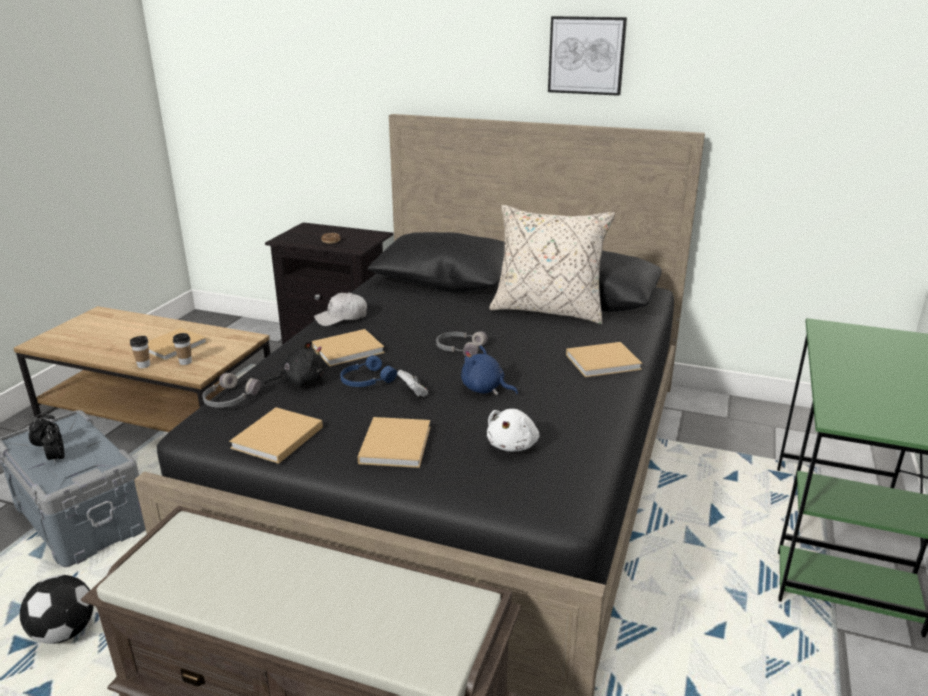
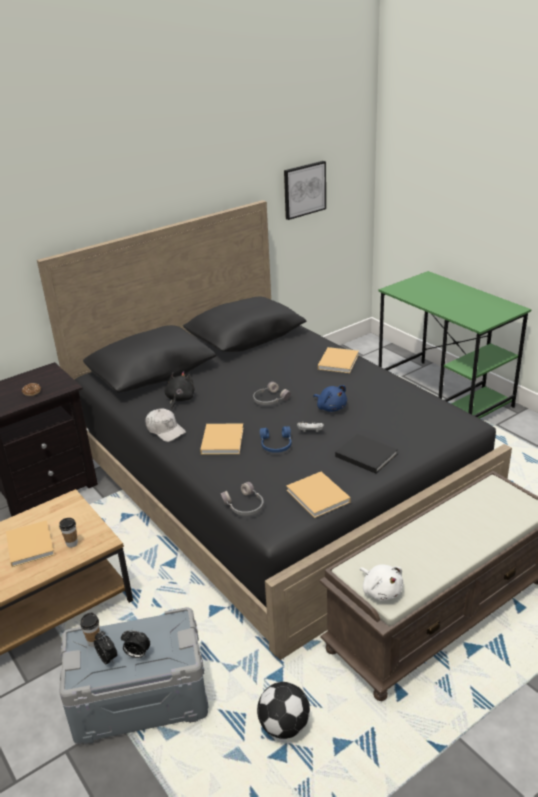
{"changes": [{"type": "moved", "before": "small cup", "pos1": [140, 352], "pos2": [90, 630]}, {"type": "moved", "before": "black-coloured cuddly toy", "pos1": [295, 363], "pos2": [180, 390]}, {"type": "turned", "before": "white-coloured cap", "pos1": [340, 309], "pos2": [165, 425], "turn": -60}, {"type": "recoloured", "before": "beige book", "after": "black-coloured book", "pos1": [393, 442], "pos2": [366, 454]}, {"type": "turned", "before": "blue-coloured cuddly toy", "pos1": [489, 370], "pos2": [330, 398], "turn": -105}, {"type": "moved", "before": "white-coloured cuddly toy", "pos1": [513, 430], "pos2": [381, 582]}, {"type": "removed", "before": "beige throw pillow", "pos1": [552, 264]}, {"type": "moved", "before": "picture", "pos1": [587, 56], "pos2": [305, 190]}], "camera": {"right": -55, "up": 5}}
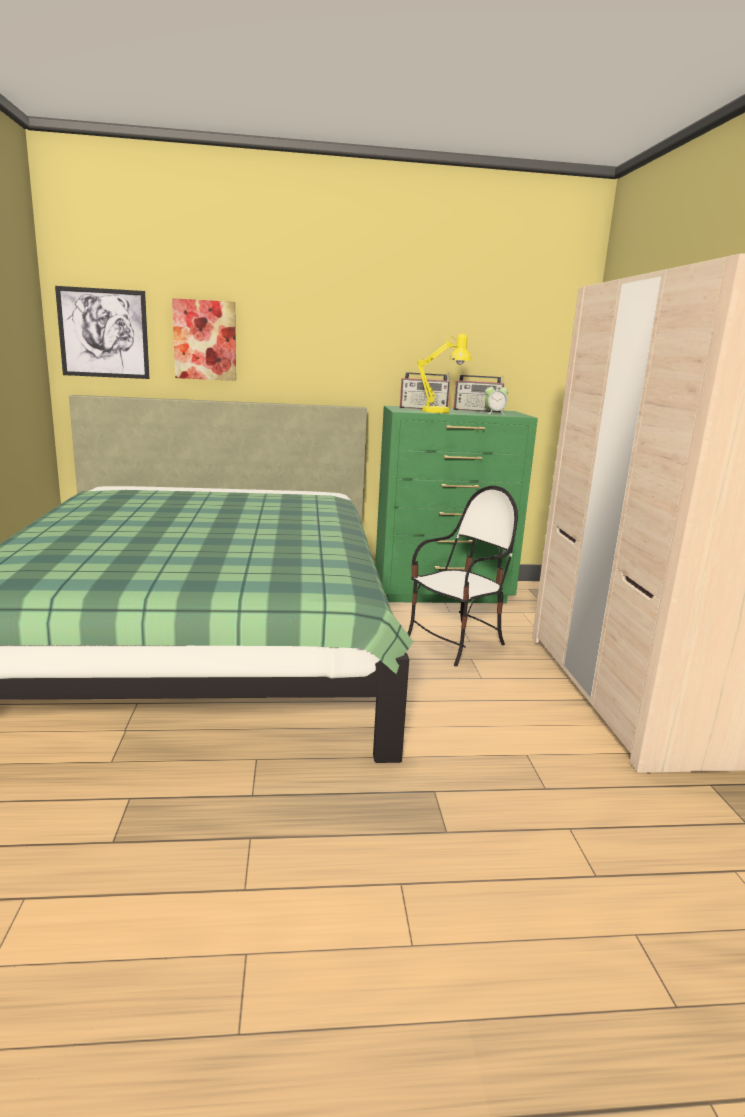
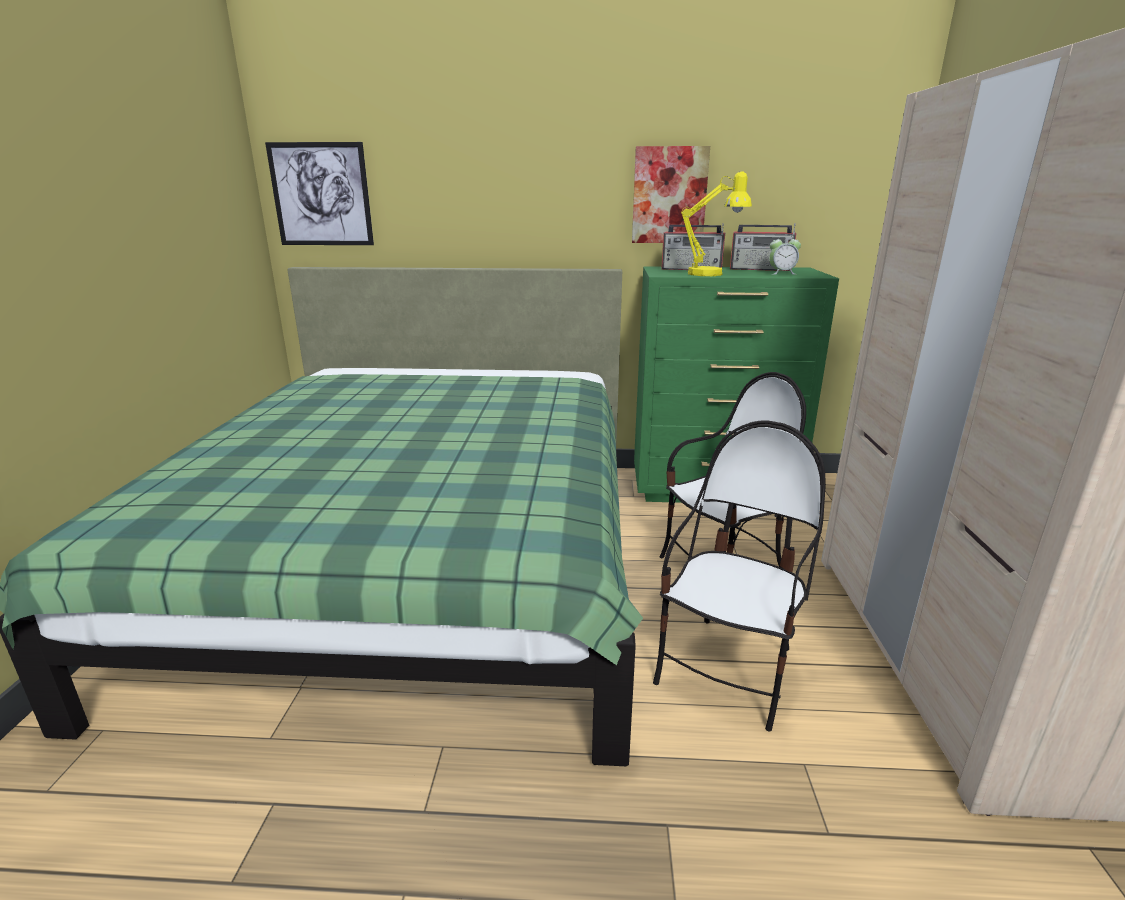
{"changes": [{"type": "moved", "before": "picture", "pos1": [204, 339], "pos2": [671, 194]}, {"type": "added", "after": "plain chair", "pos2": [739, 576]}], "camera": {"right": 10, "up": 5}}
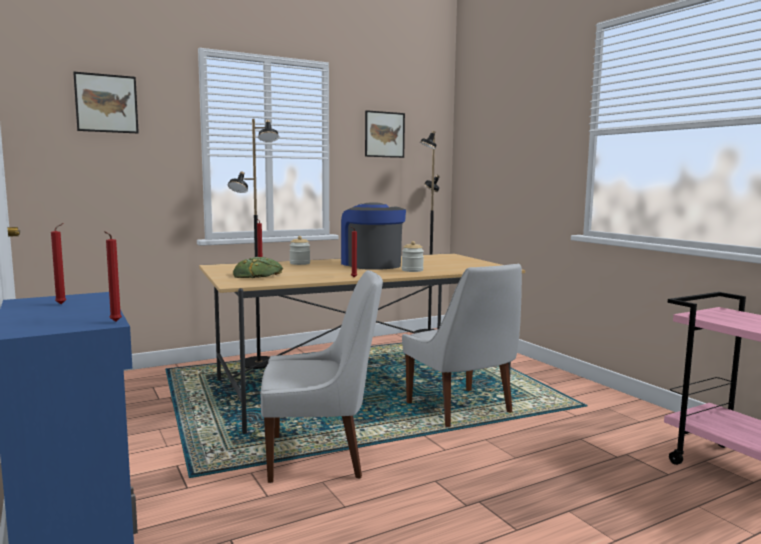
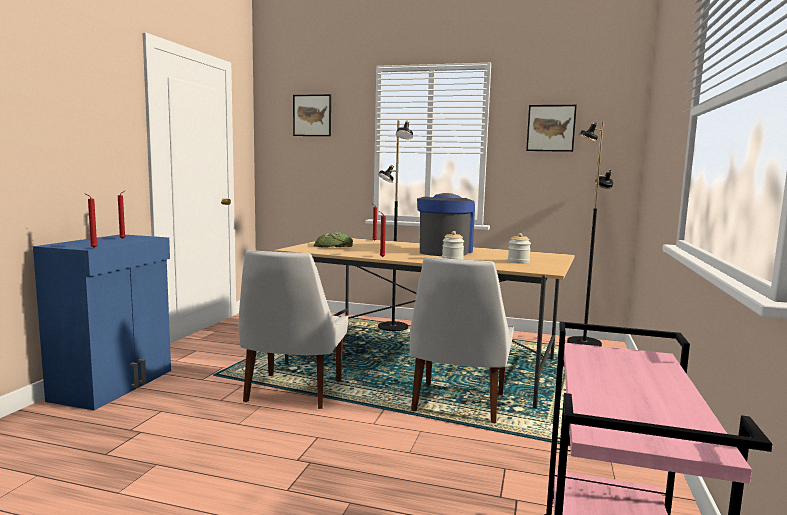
{"changes": [{"type": "turned", "before": "white-coloured plain chair", "pos1": [321, 376], "pos2": [293, 329], "turn": 60}, {"type": "moved", "before": "preserve jar", "pos1": [299, 250], "pos2": [519, 248]}], "camera": {"right": 45, "up": 0}}
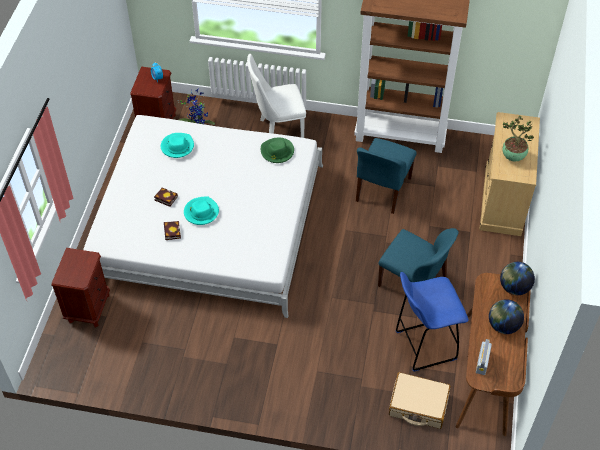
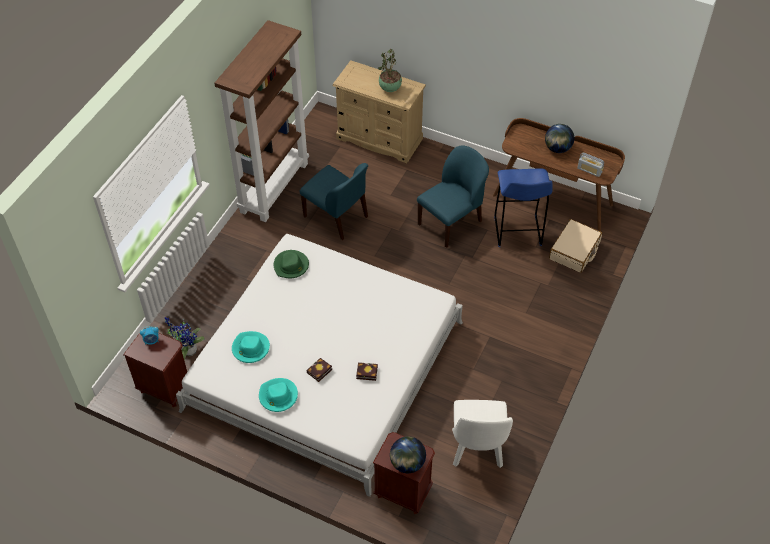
{"changes": [{"type": "moved", "before": "turquoise hat", "pos1": [201, 210], "pos2": [278, 395]}, {"type": "moved", "before": "white-coloured plain chair", "pos1": [276, 96], "pos2": [482, 434]}, {"type": "moved", "before": "world globe", "pos1": [517, 278], "pos2": [408, 454]}], "camera": {"right": -75, "up": 0}}
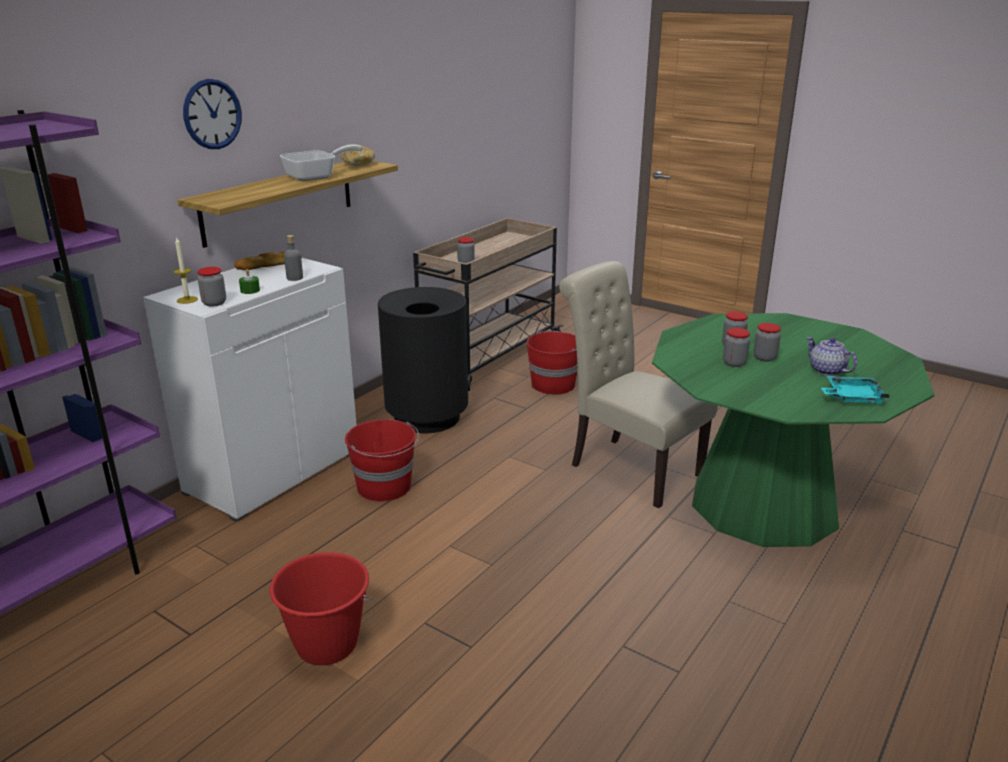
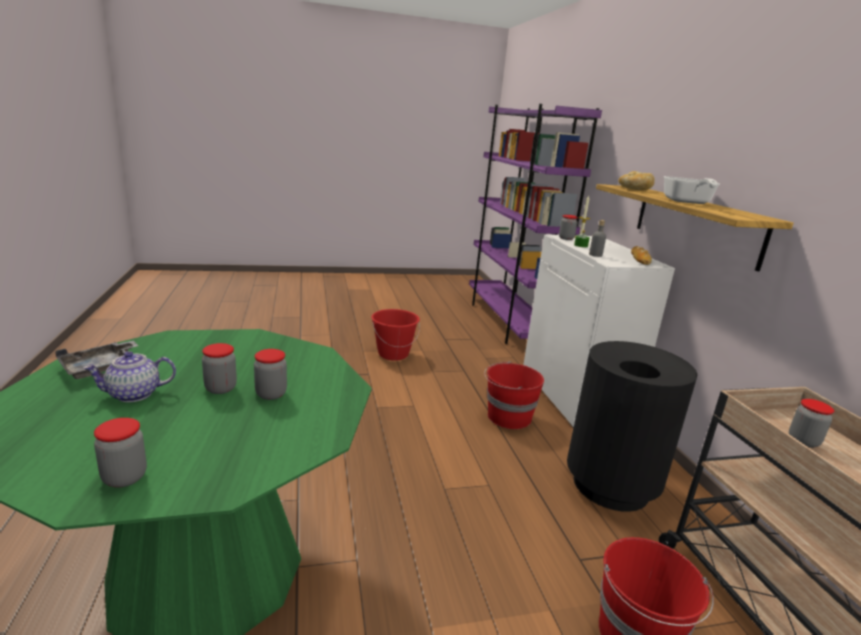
{"changes": [{"type": "removed", "before": "clock on the wall", "pos1": [212, 114]}, {"type": "moved", "before": "bakery bread", "pos1": [357, 155], "pos2": [636, 180]}, {"type": "removed", "before": "beige plain chair", "pos1": [638, 384]}, {"type": "moved", "before": "preserve jar", "pos1": [736, 347], "pos2": [120, 453]}, {"type": "turned", "before": "tea pot", "pos1": [832, 356], "pos2": [129, 376], "turn": 150}, {"type": "recoloured", "before": "turquoise tray", "after": "gray tray", "pos1": [855, 389], "pos2": [97, 360]}], "camera": {"right": 130, "up": -5}}
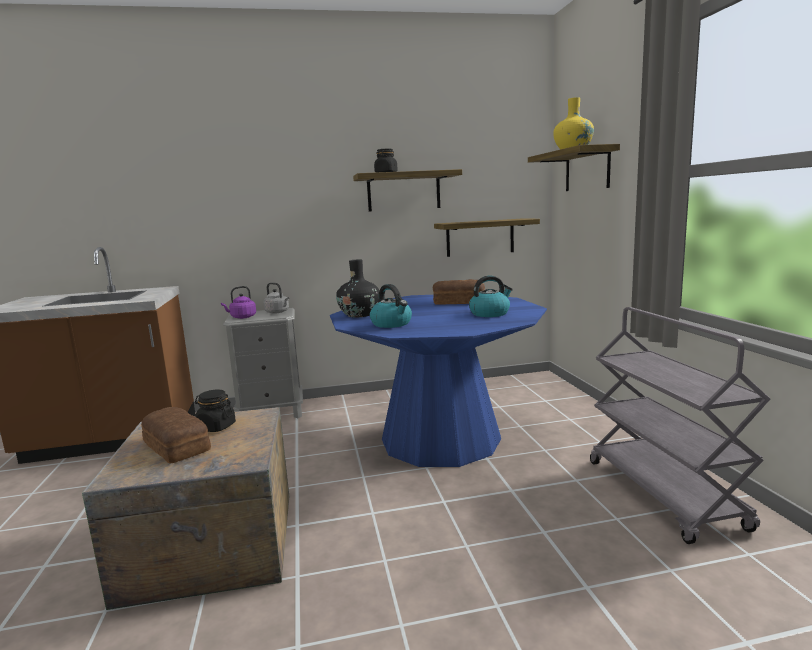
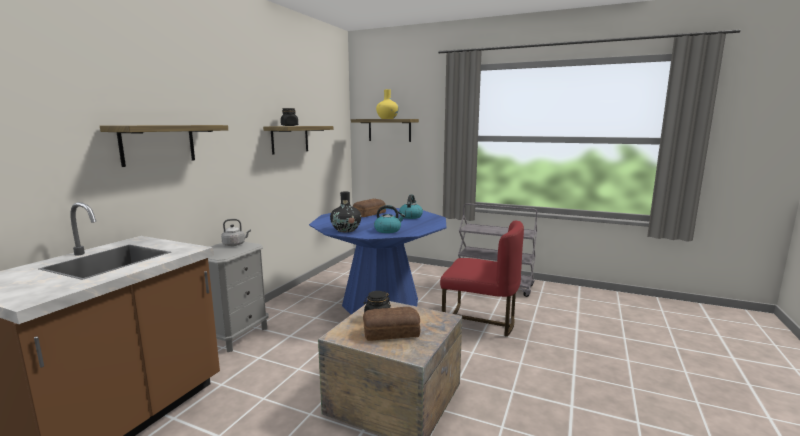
{"changes": [{"type": "removed", "before": "purple-coloured tea kettle", "pos1": [238, 302]}, {"type": "moved", "before": "wall shelf", "pos1": [487, 237], "pos2": [164, 146]}, {"type": "added", "after": "red-coloured plain chair", "pos2": [482, 279]}], "camera": {"right": -55, "up": 0}}
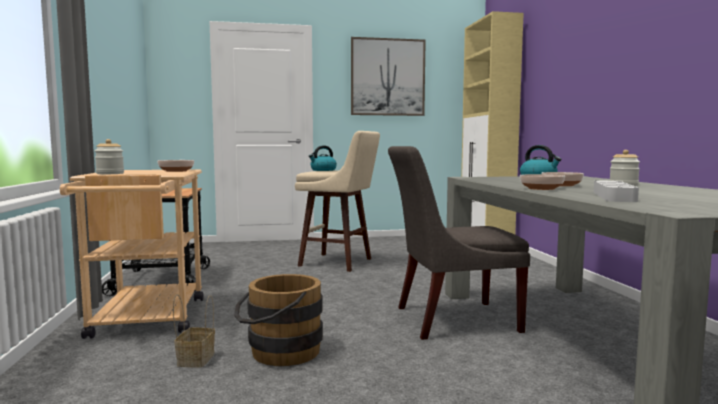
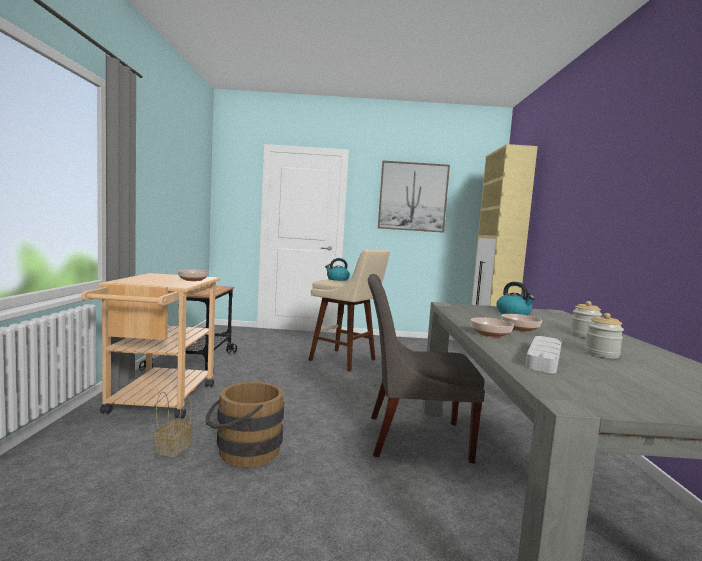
{"changes": [{"type": "moved", "before": "preserve jar", "pos1": [109, 156], "pos2": [604, 336]}], "camera": {"right": 10, "up": 0}}
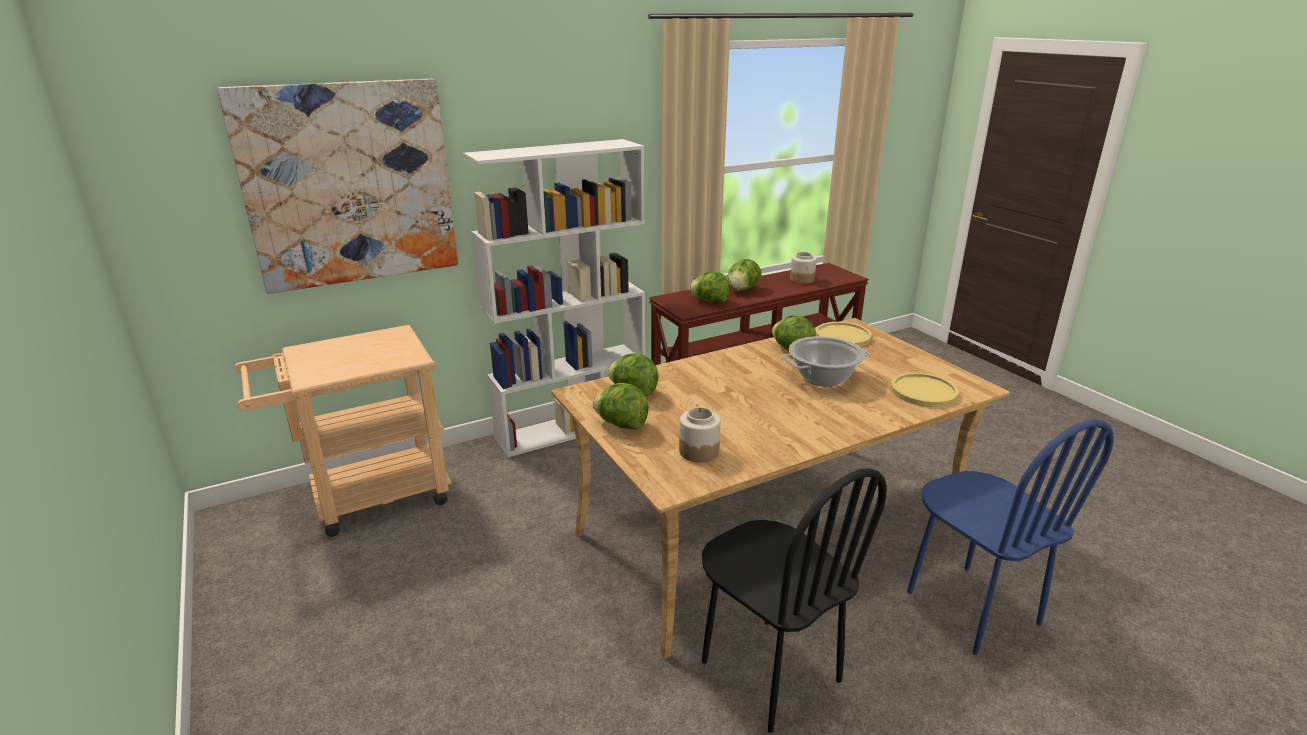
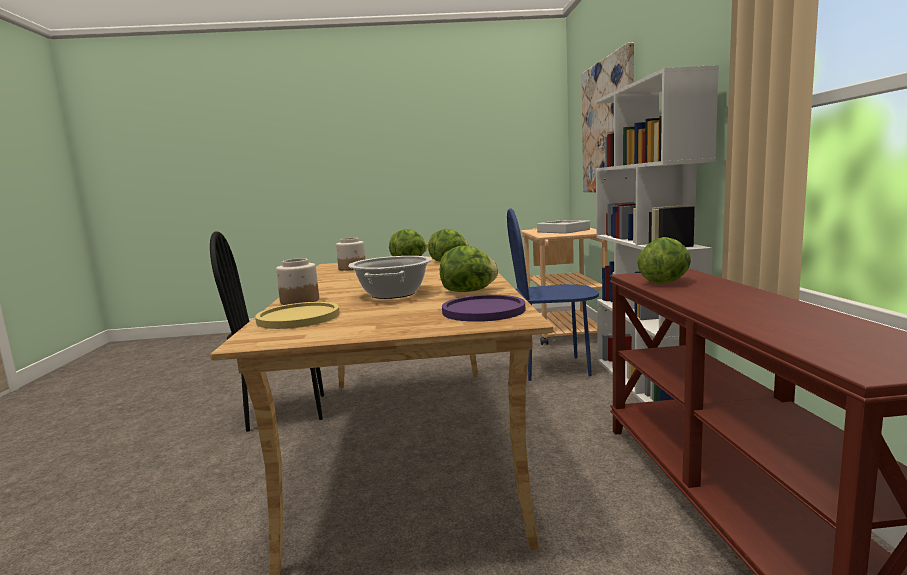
{"changes": [{"type": "removed", "before": "lettuce head", "pos1": [745, 275]}, {"type": "moved", "before": "preserve jar", "pos1": [803, 268], "pos2": [297, 281]}, {"type": "recoloured", "before": "yellow plate", "after": "purple-coloured plate", "pos1": [844, 334], "pos2": [483, 308]}, {"type": "moved", "before": "blue-coloured plain chair", "pos1": [1010, 537], "pos2": [553, 295]}, {"type": "added", "after": "gray tray", "pos2": [563, 227]}], "camera": {"right": 115, "up": -15}}
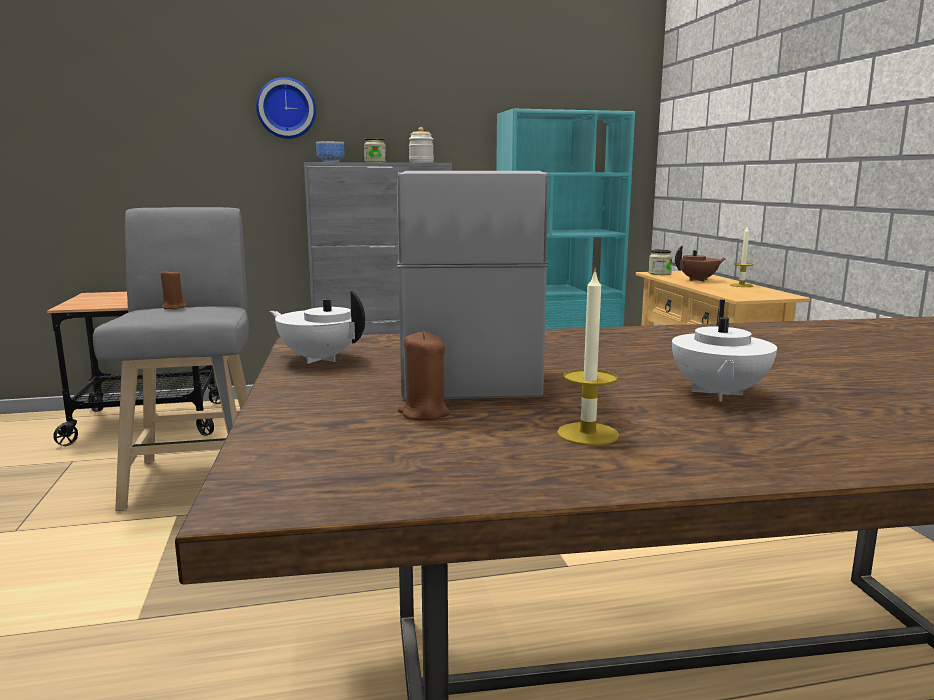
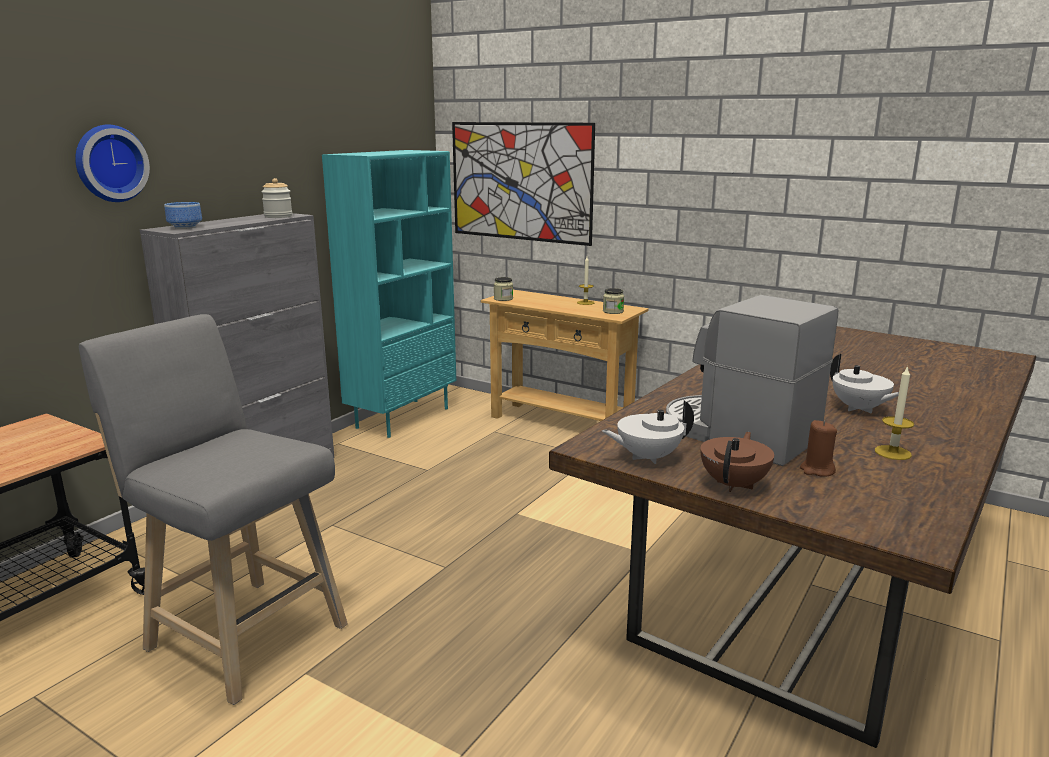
{"changes": [{"type": "removed", "before": "brown-coloured wax light", "pos1": [173, 289]}, {"type": "moved", "before": "preserve jar", "pos1": [375, 150], "pos2": [613, 301]}, {"type": "moved", "before": "brown-coloured tea pot", "pos1": [700, 264], "pos2": [737, 462]}, {"type": "added", "after": "picture", "pos2": [523, 184]}], "camera": {"right": -45, "up": 5}}
